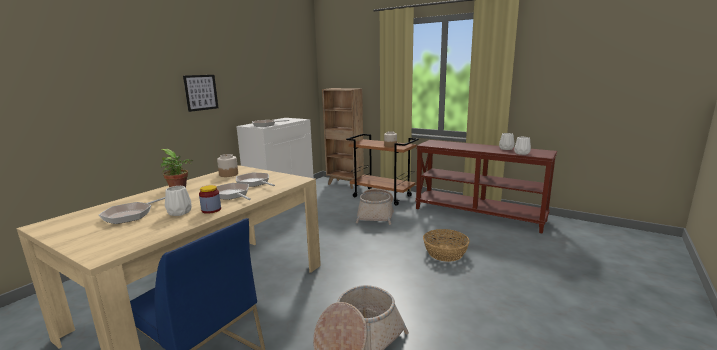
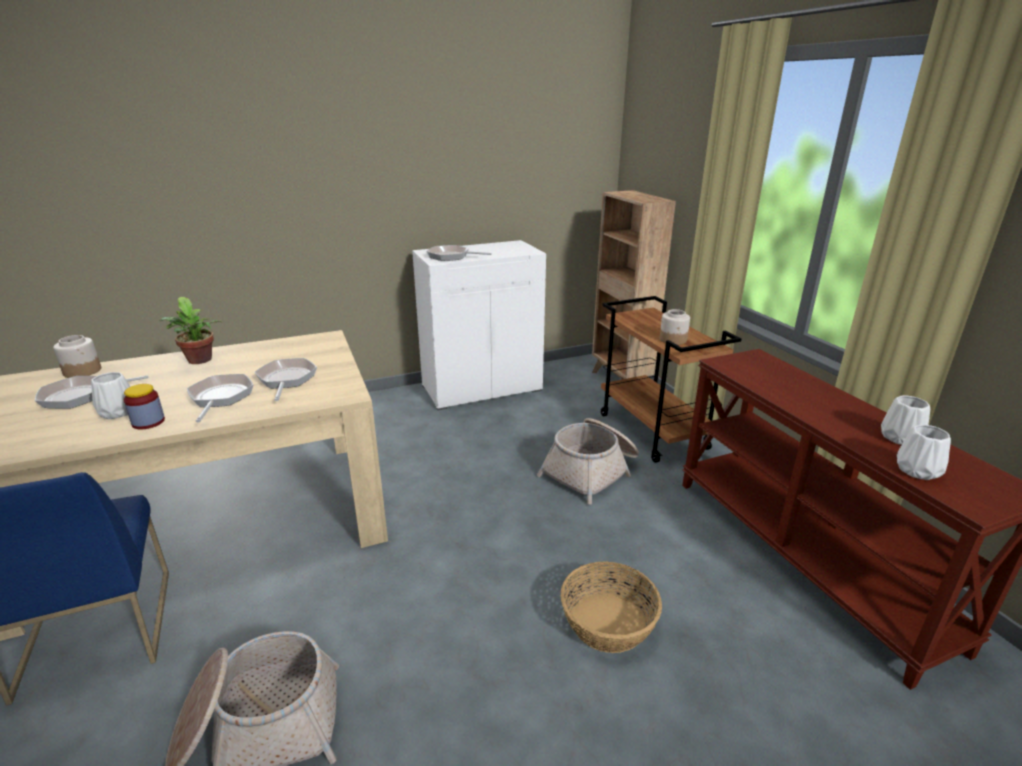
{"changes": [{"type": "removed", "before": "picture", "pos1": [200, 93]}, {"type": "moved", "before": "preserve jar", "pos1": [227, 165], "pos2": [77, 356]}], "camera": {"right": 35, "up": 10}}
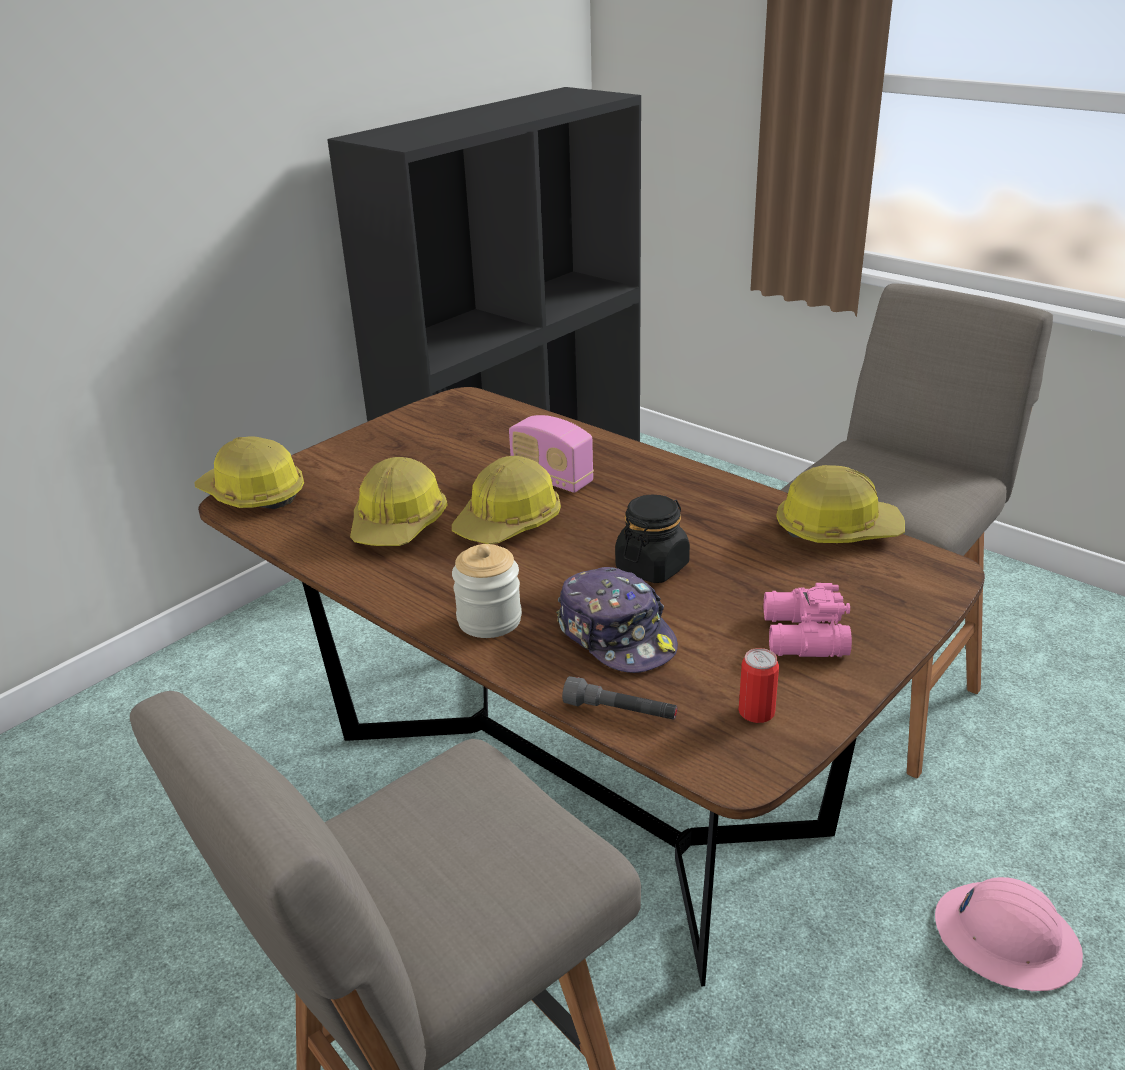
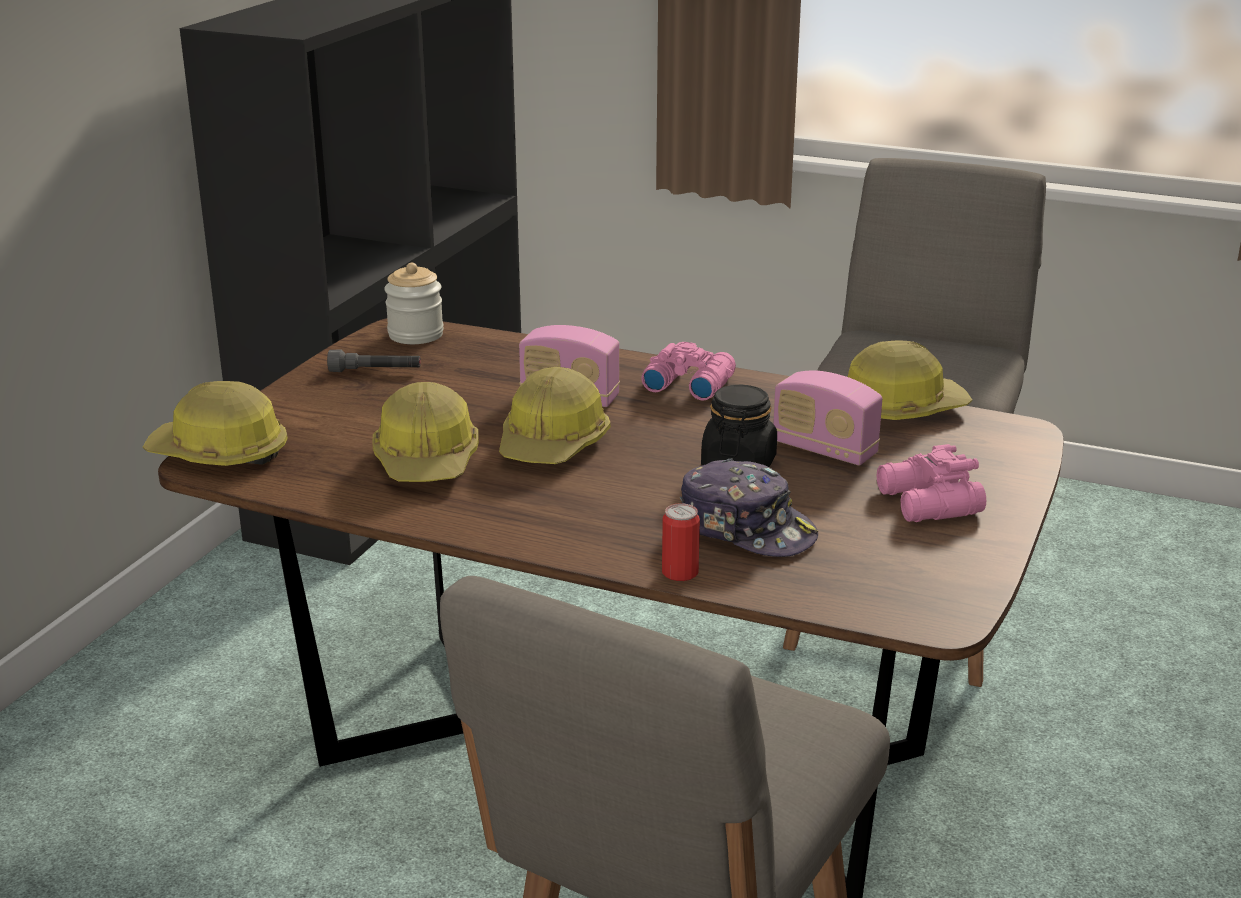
{"changes": [{"type": "moved", "before": "preserve jar", "pos1": [487, 591], "pos2": [414, 303]}, {"type": "moved", "before": "gray flashlight", "pos1": [620, 698], "pos2": [374, 360]}, {"type": "moved", "before": "metal can", "pos1": [759, 685], "pos2": [681, 542]}, {"type": "removed", "before": "pink-coloured safety helmet", "pos1": [1009, 934]}, {"type": "added", "after": "pink-coloured pair of binoculars", "pos2": [688, 371]}, {"type": "added", "after": "radio", "pos2": [828, 418]}], "camera": {"right": -20, "up": -5}}
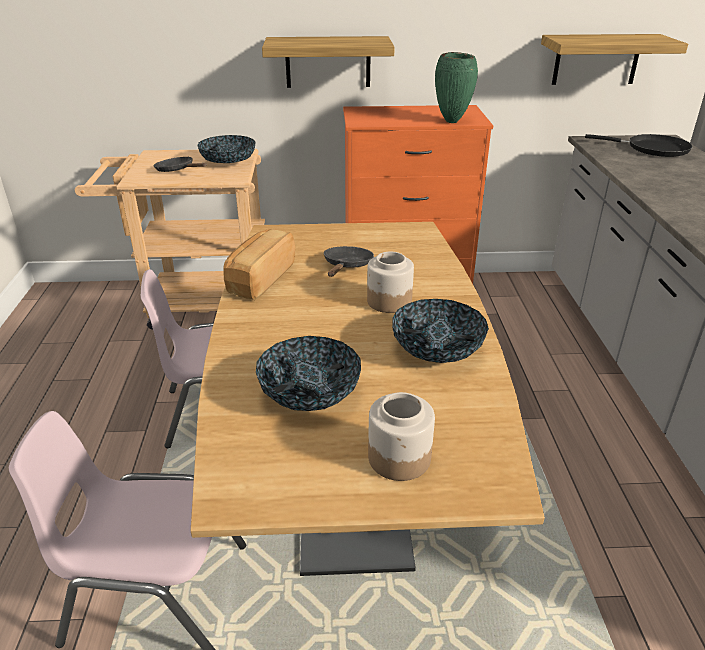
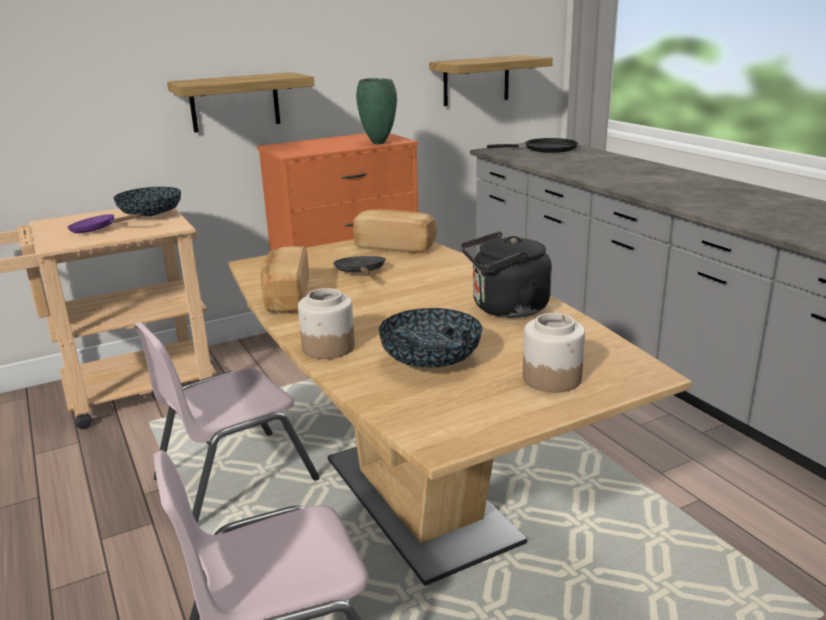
{"changes": [{"type": "recoloured", "before": "black-coloured frying pan", "after": "purple-coloured frying pan", "pos1": [179, 164], "pos2": [104, 223]}, {"type": "moved", "before": "preserve jar", "pos1": [390, 282], "pos2": [326, 323]}, {"type": "replaced", "before": "serving bowl", "after": "black-coloured tea kettle", "pos1": [440, 331], "pos2": [506, 274]}, {"type": "added", "after": "bakery bread", "pos2": [395, 231]}], "camera": {"right": -25, "up": -10}}
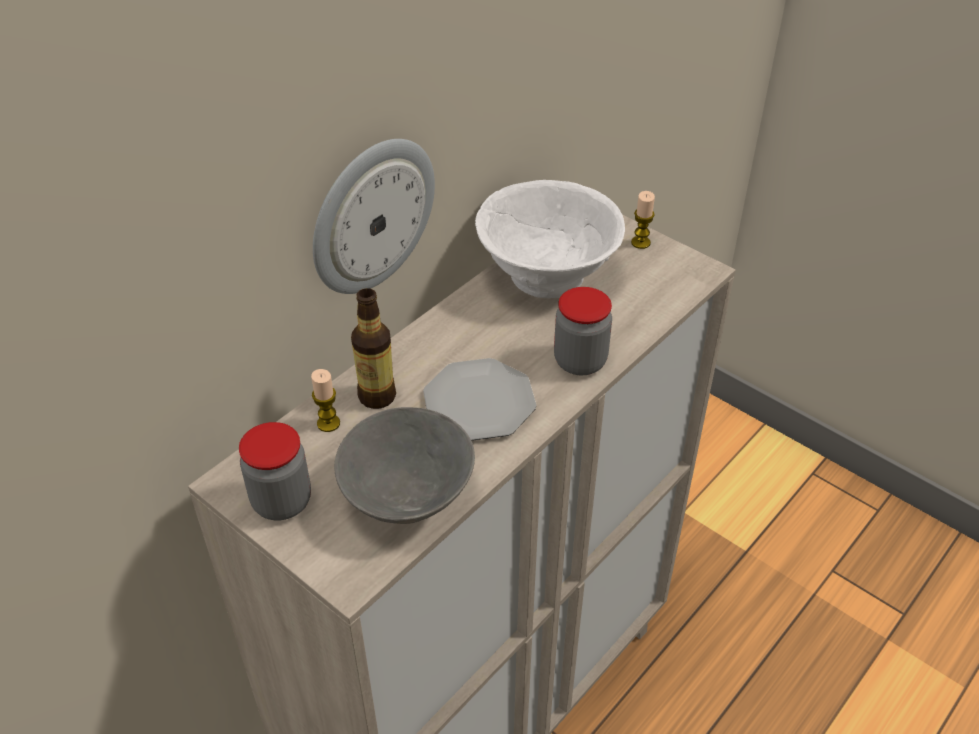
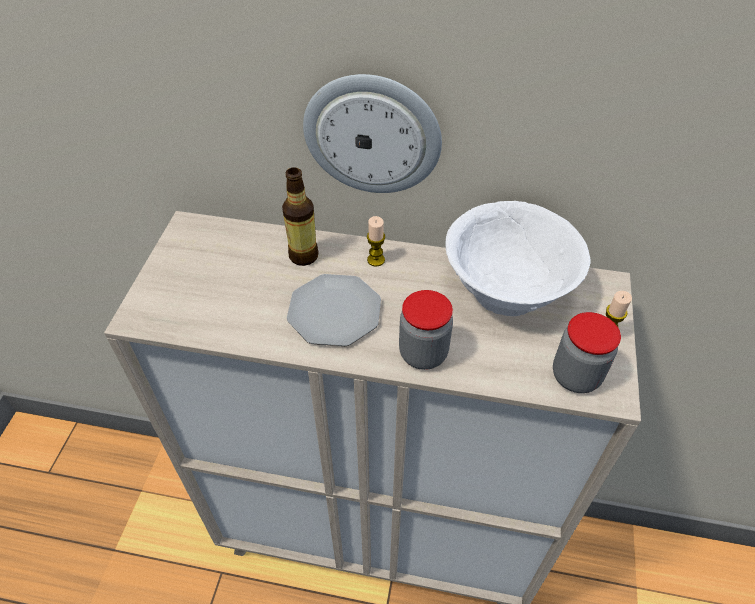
{"changes": [{"type": "moved", "before": "preserve jar", "pos1": [275, 471], "pos2": [587, 352]}, {"type": "moved", "before": "wax light", "pos1": [325, 400], "pos2": [376, 241]}, {"type": "removed", "before": "gray serving bowl", "pos1": [404, 465]}], "camera": {"right": 60, "up": 5}}
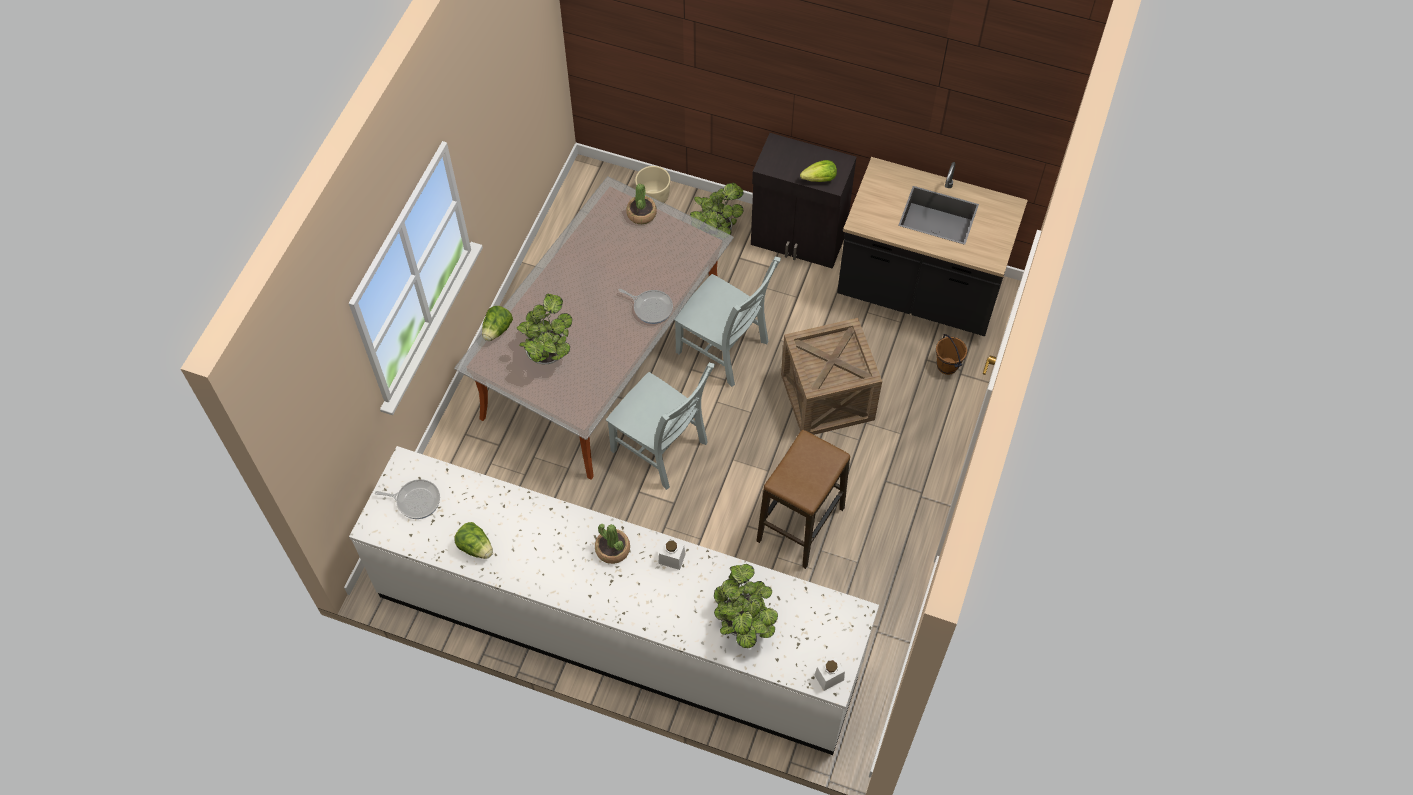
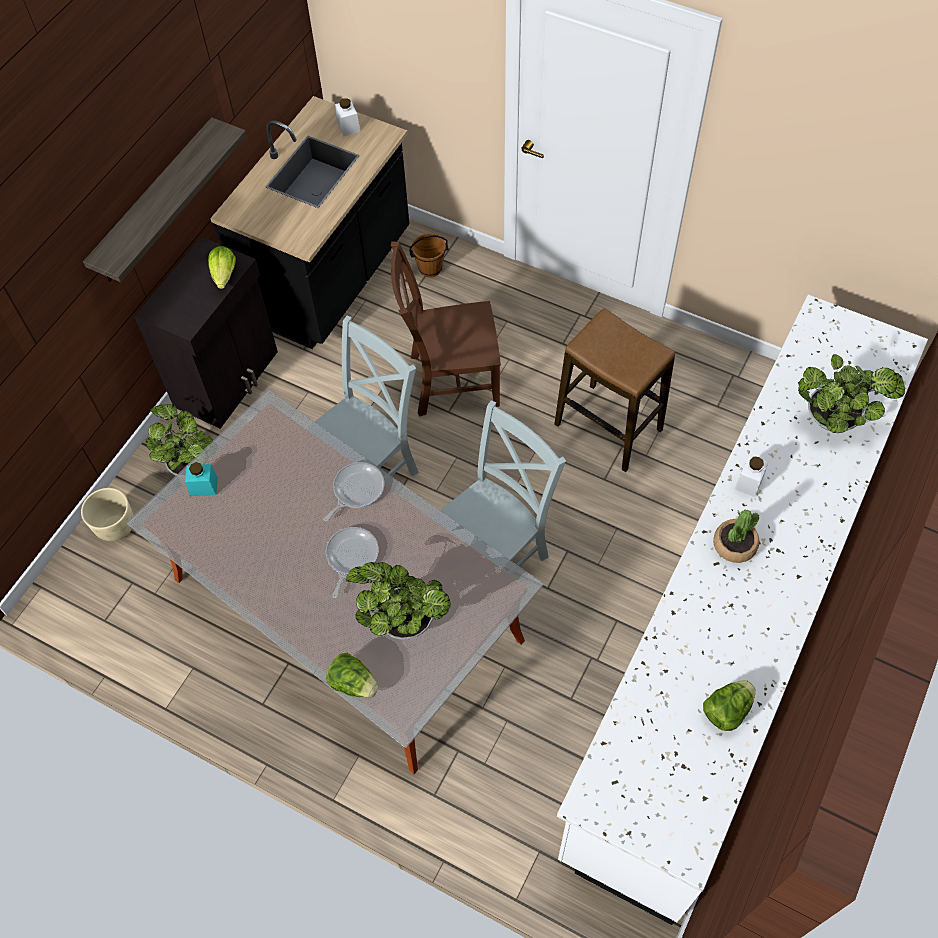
{"changes": [{"type": "moved", "before": "frying pan", "pos1": [407, 499], "pos2": [352, 562]}, {"type": "replaced", "before": "potted plant", "after": "turquoise preserve jar", "pos1": [641, 204], "pos2": [201, 479]}, {"type": "replaced", "before": "packing crate", "after": "brown-coloured plain chair", "pos1": [831, 376], "pos2": [446, 329]}, {"type": "moved", "before": "white-coloured preserve jar", "pos1": [830, 674], "pos2": [347, 117]}, {"type": "added", "after": "wall shelf", "pos2": [165, 199]}], "camera": {"right": -80, "up": 0}}
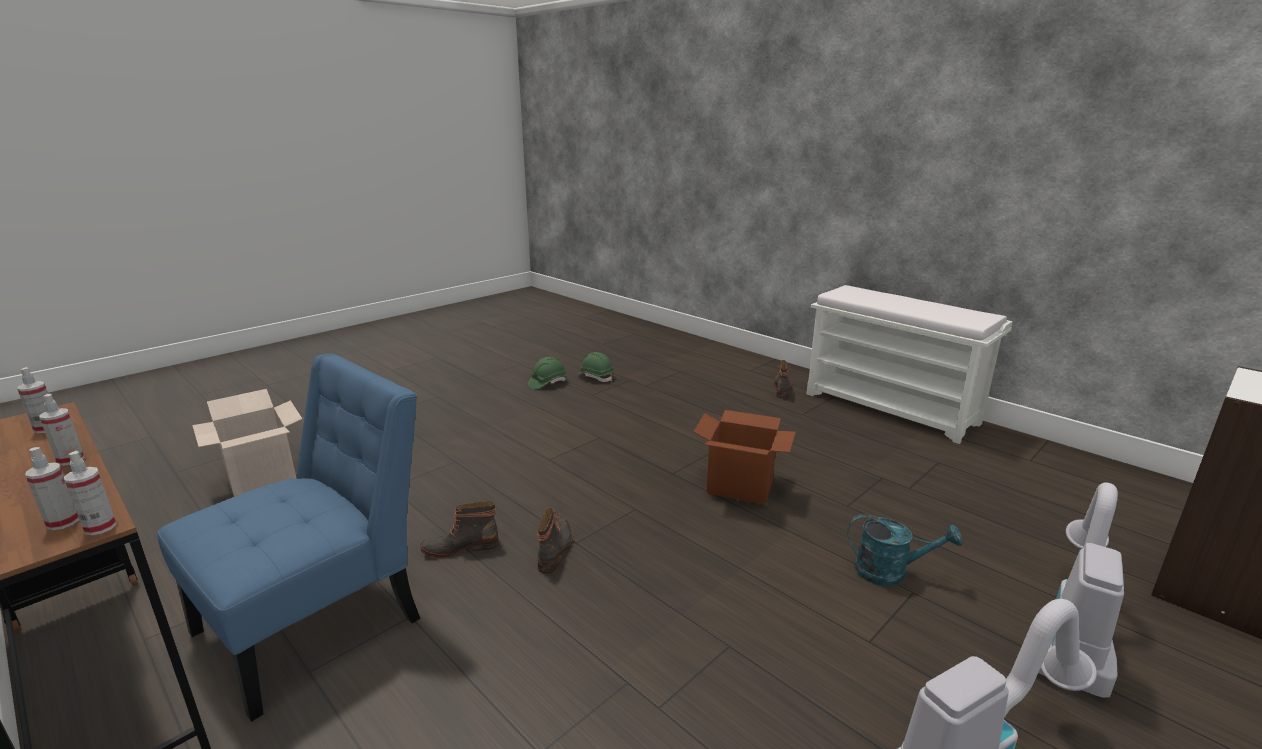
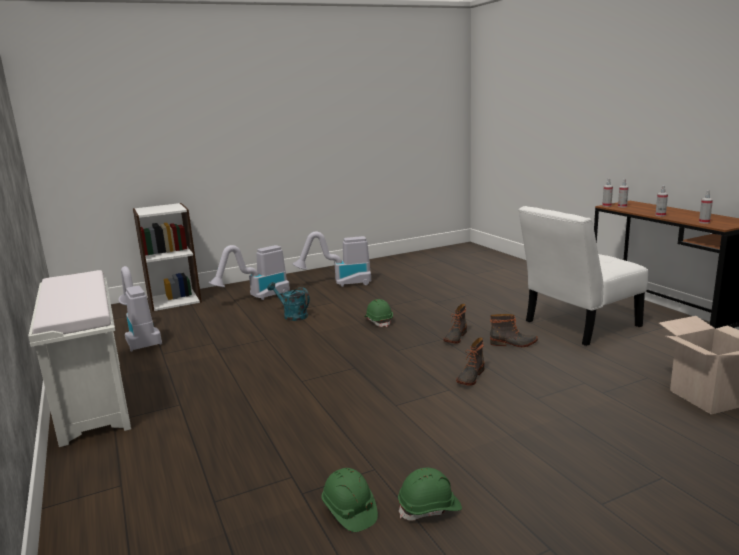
{"changes": [{"type": "recoloured", "before": "blue-coloured plain chair", "after": "white-coloured plain chair", "pos1": [288, 538], "pos2": [583, 276]}, {"type": "removed", "before": "carton", "pos1": [744, 457]}, {"type": "moved", "before": "boot", "pos1": [783, 379], "pos2": [470, 361]}, {"type": "added", "after": "vacuum", "pos2": [140, 309]}, {"type": "added", "after": "green safety helmet", "pos2": [379, 313]}], "camera": {"right": -160, "up": -5}}
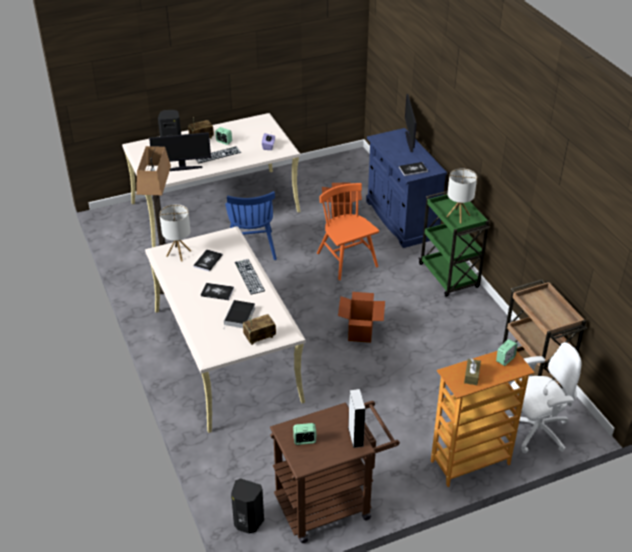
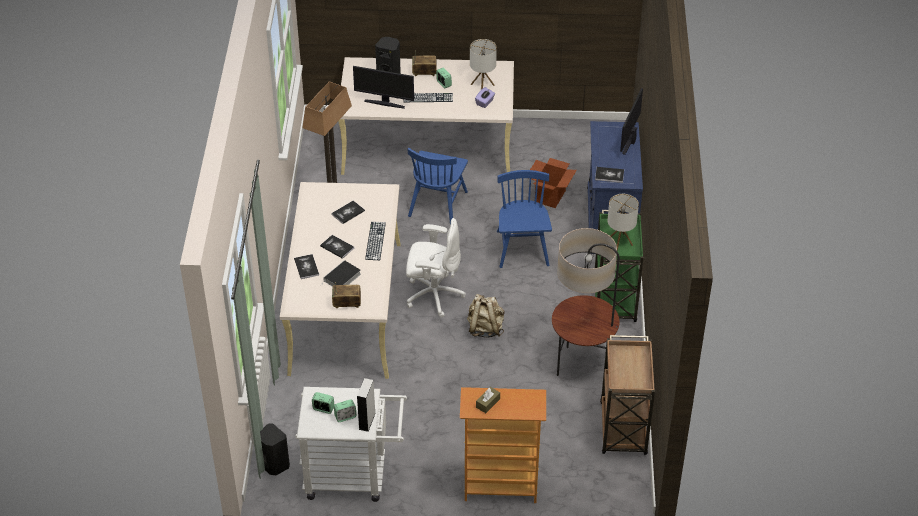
{"changes": [{"type": "moved", "before": "table lamp", "pos1": [175, 232], "pos2": [483, 64]}, {"type": "recoloured", "before": "brown-coloured wheeled cart", "after": "white-coloured wheeled cart", "pos1": [335, 472], "pos2": [351, 444]}, {"type": "recoloured", "before": "orangey plain chair", "after": "blue-coloured plain chair", "pos1": [348, 231], "pos2": [524, 219]}, {"type": "replaced", "before": "carton", "after": "beige knapsack", "pos1": [361, 317], "pos2": [486, 316]}, {"type": "moved", "before": "bedside clock", "pos1": [507, 352], "pos2": [345, 410]}, {"type": "moved", "before": "white-coloured computer chair", "pos1": [545, 397], "pos2": [435, 268]}, {"type": "added", "after": "book", "pos2": [306, 266]}, {"type": "added", "after": "standard lamp", "pos2": [586, 302]}], "camera": {"right": 25, "up": 5}}
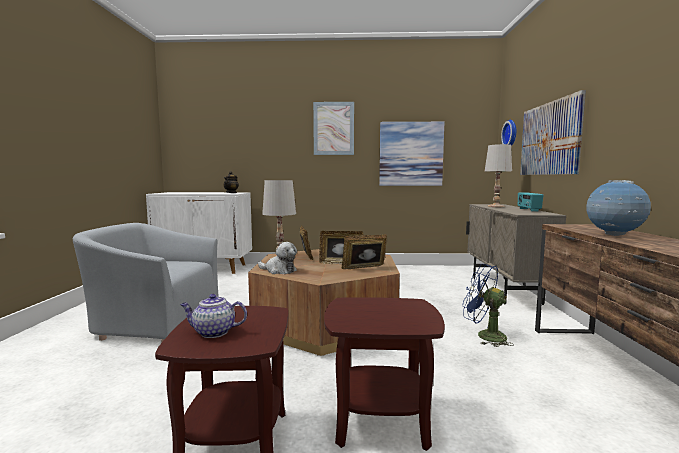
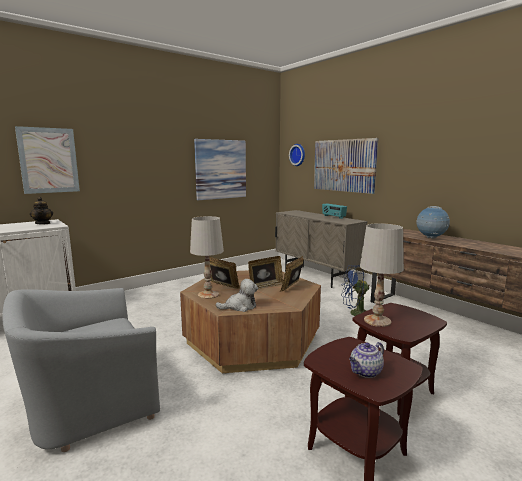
{"changes": [{"type": "moved", "before": "picture", "pos1": [333, 128], "pos2": [47, 160]}, {"type": "moved", "before": "white-coloured table lamp", "pos1": [498, 175], "pos2": [382, 275]}], "camera": {"right": -40, "up": 5}}
